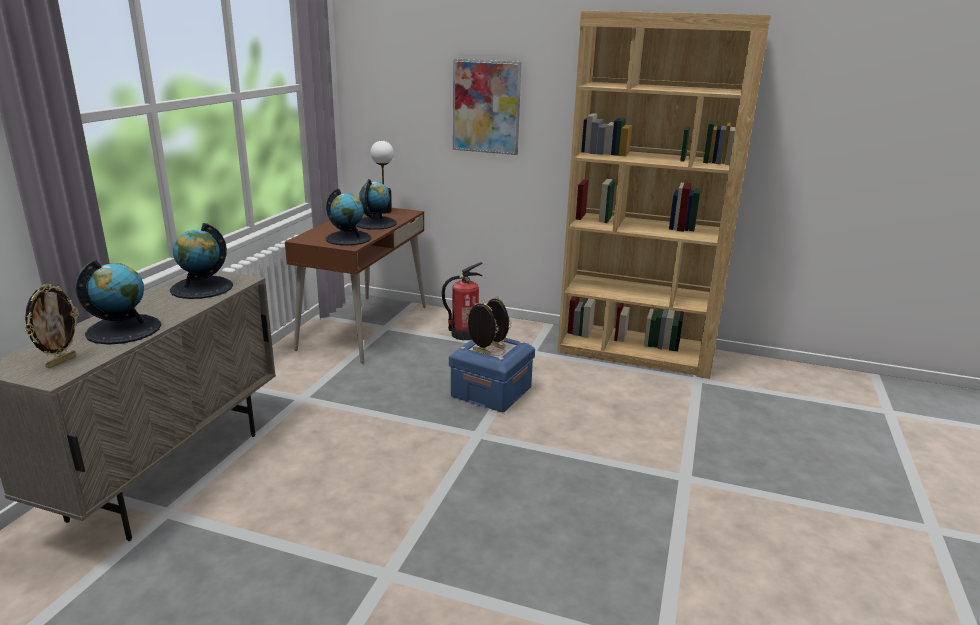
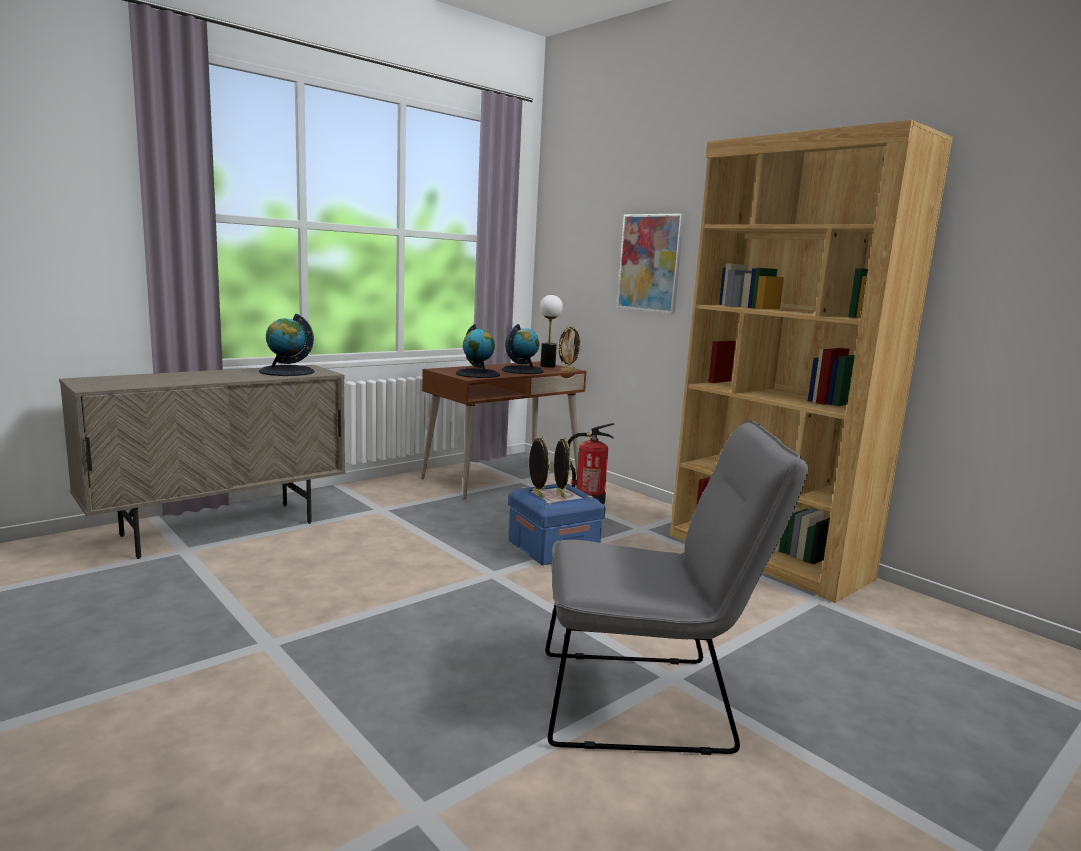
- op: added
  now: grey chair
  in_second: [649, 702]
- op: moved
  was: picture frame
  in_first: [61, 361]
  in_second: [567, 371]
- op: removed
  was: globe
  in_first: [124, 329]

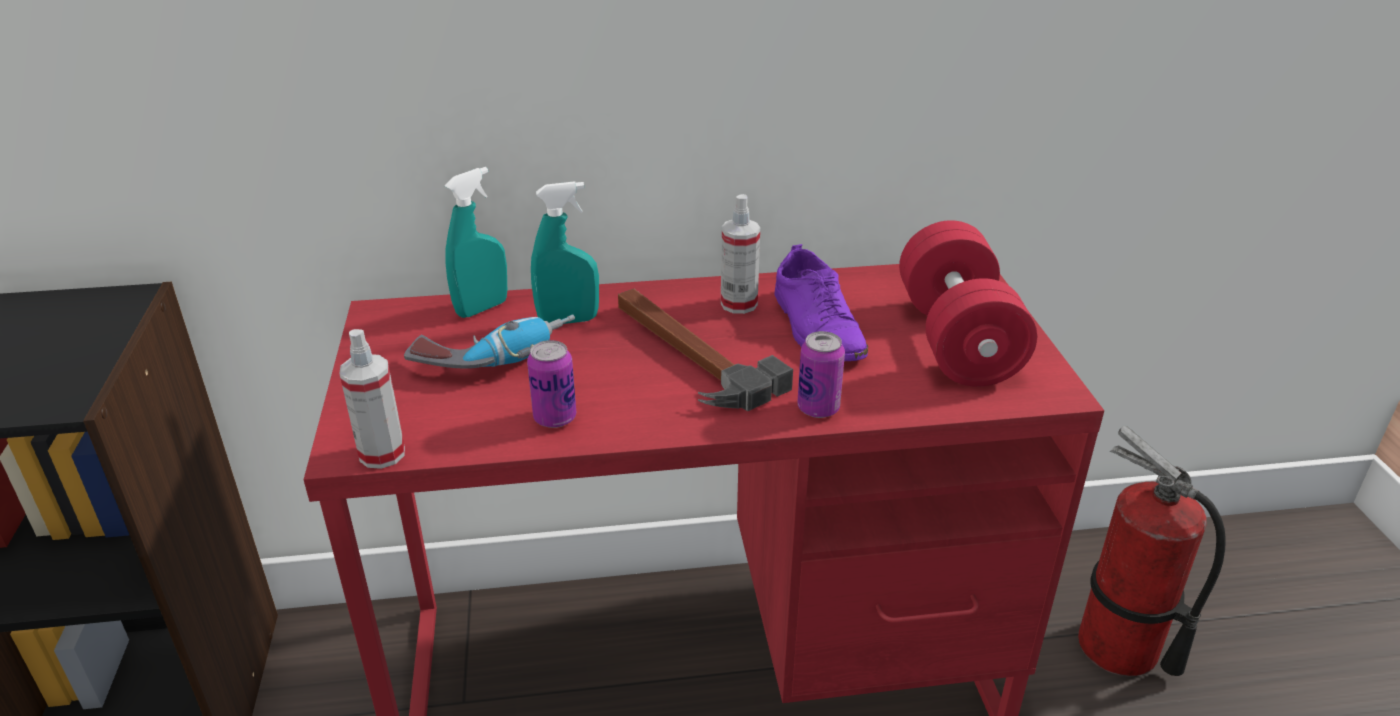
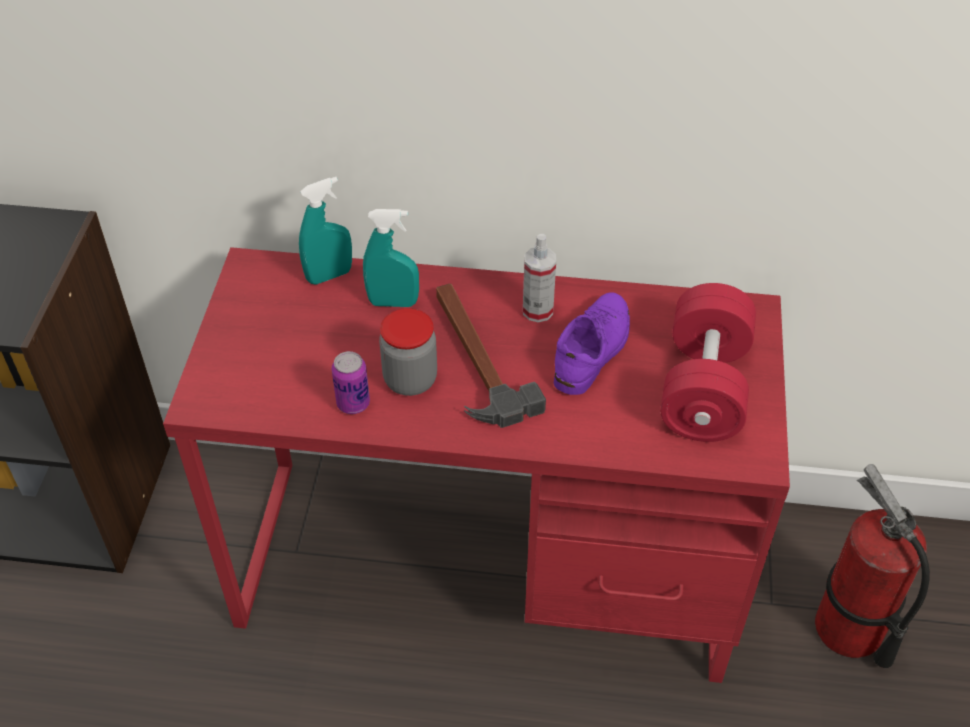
- op: added
  now: jar
  in_second: [410, 380]
- op: turned
  was: purple shoe
  in_first: [817, 326]
  in_second: [592, 349]
  clockwise: -150
- op: removed
  was: spray bottle
  in_first: [382, 454]
- op: removed
  was: power drill
  in_first: [495, 356]
- op: removed
  was: can
  in_first: [818, 408]

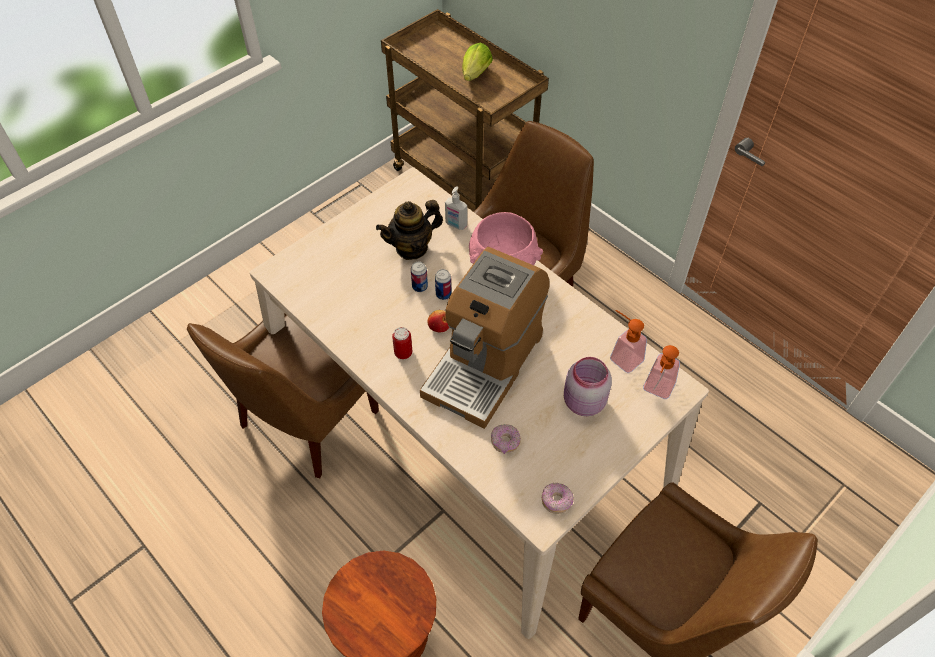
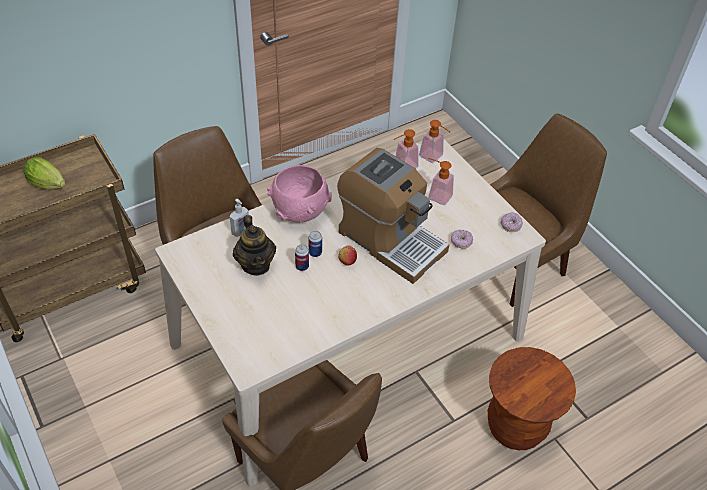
- op: replaced
  was: pink jar
  now: soap dispenser
  in_first: [582, 402]
  in_second: [436, 195]
- op: removed
  was: can
  in_first: [403, 353]

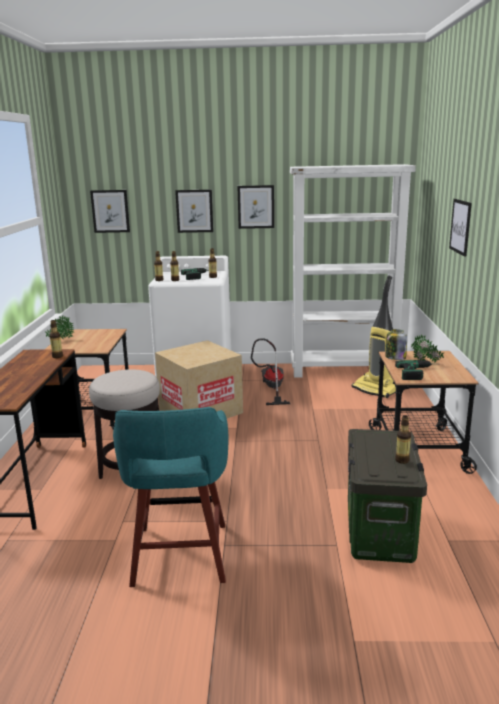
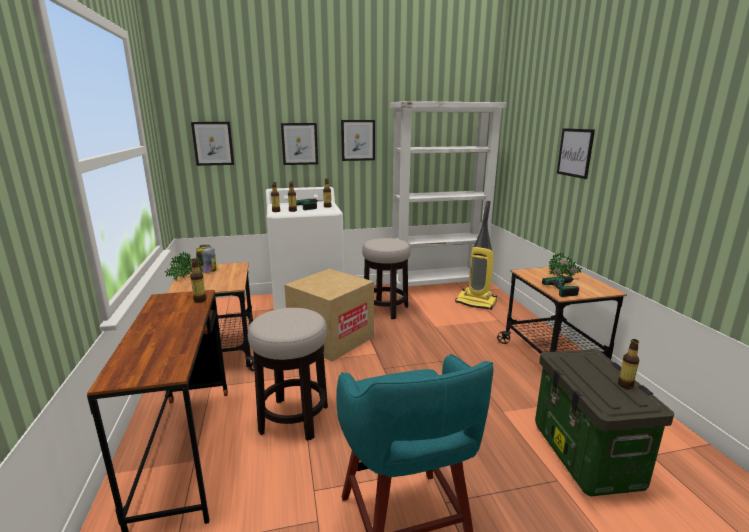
- op: moved
  was: jar
  in_first: [395, 358]
  in_second: [207, 270]
- op: replaced
  was: vacuum cleaner
  now: stool
  in_first: [271, 388]
  in_second: [385, 309]

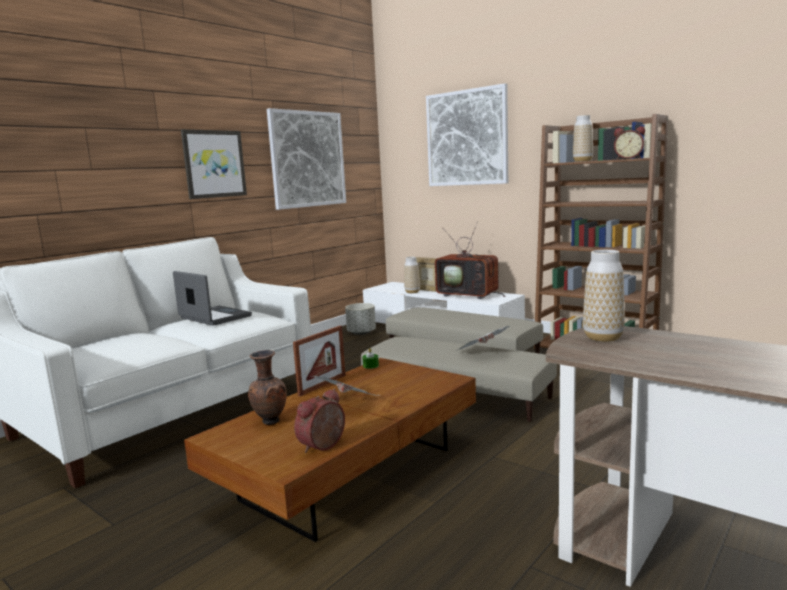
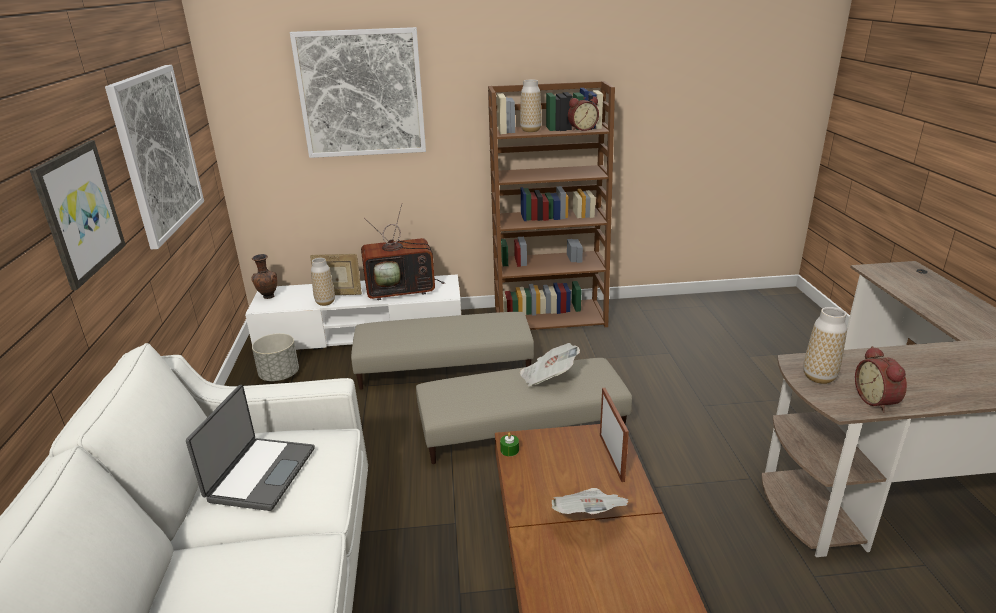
- op: turned
  was: laptop
  in_first: [213, 317]
  in_second: [260, 474]
  clockwise: 105
- op: moved
  was: brown vase
  in_first: [269, 422]
  in_second: [268, 297]
- op: moved
  was: picture frame
  in_first: [322, 385]
  in_second: [611, 457]
- op: moved
  was: alarm clock
  in_first: [324, 446]
  in_second: [877, 400]

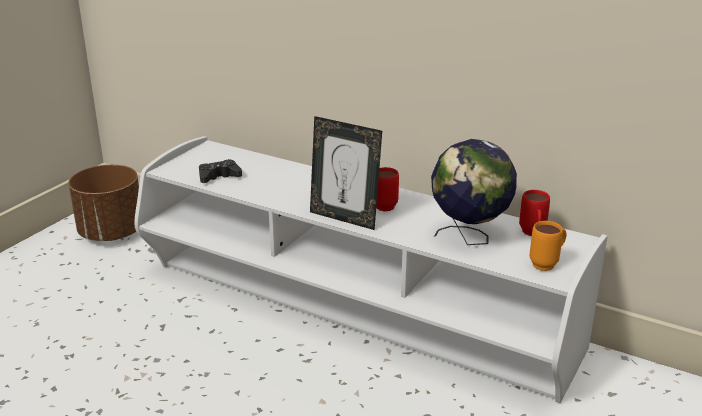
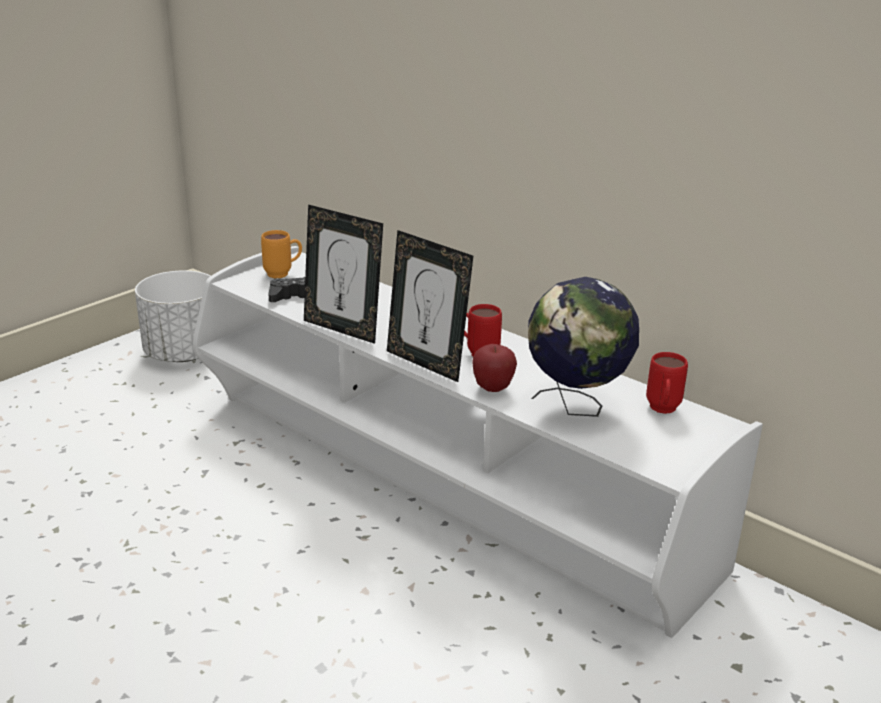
- op: recoloured
  was: brown planter
  now: white planter
  in_first: [111, 233]
  in_second: [183, 353]
- op: moved
  was: orange mug
  in_first: [547, 264]
  in_second: [283, 274]
- op: added
  now: picture frame
  in_second: [343, 329]
- op: added
  now: apple
  in_second: [493, 388]

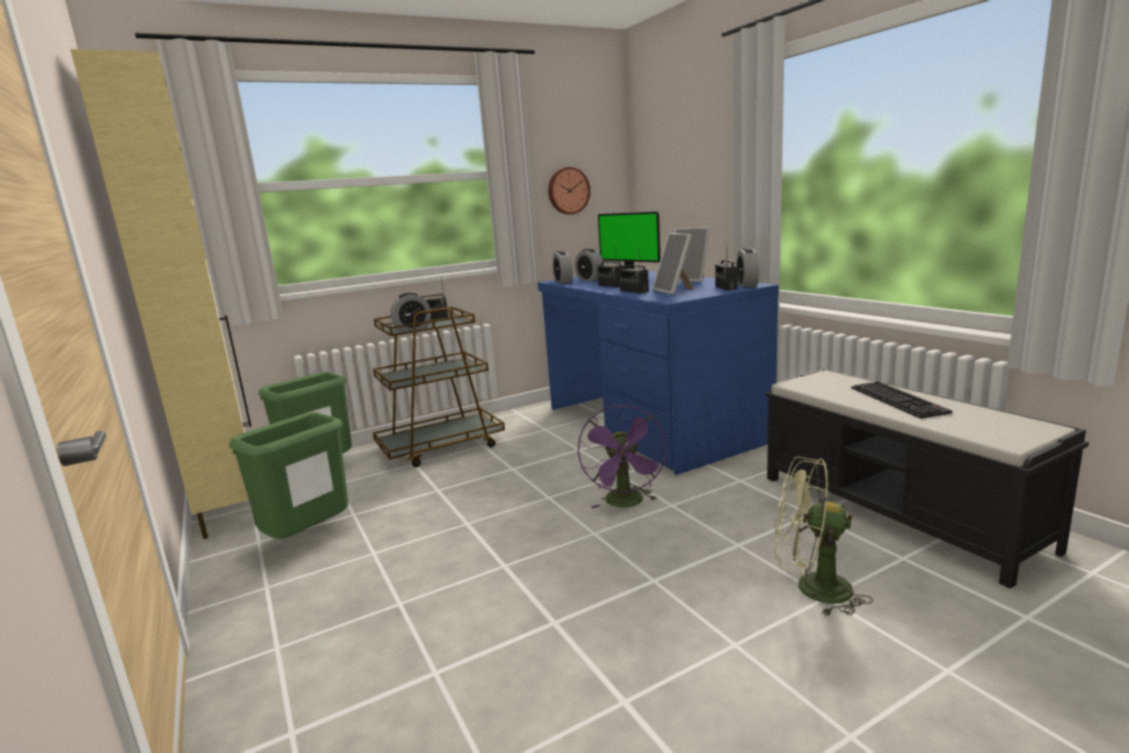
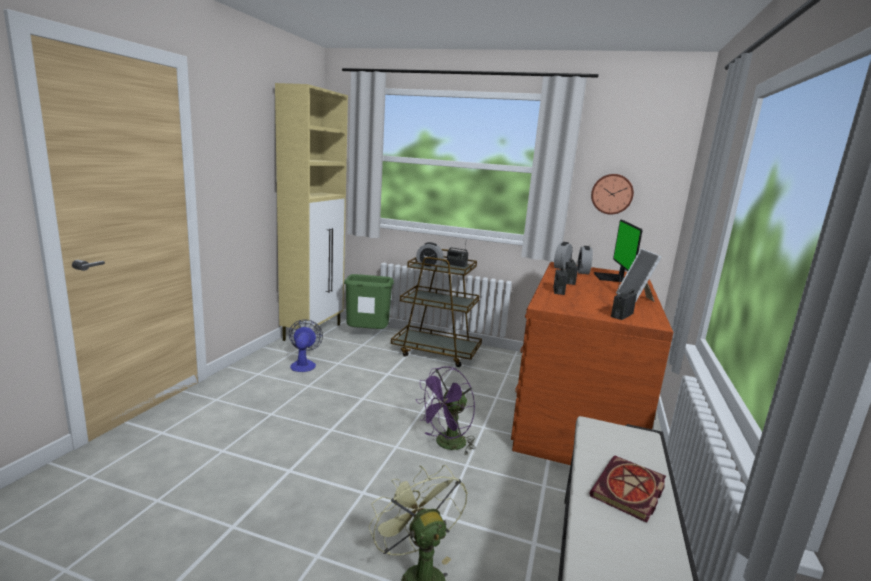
- op: replaced
  was: green trash can
  now: fan
  in_first: [309, 540]
  in_second: [303, 364]
- op: recoloured
  was: blue desk
  now: brown desk
  in_first: [650, 424]
  in_second: [576, 410]
- op: replaced
  was: keyboard
  now: book
  in_first: [900, 400]
  in_second: [629, 491]
- op: removed
  was: picture frame
  in_first: [674, 290]
- op: removed
  was: alarm clock
  in_first: [747, 285]

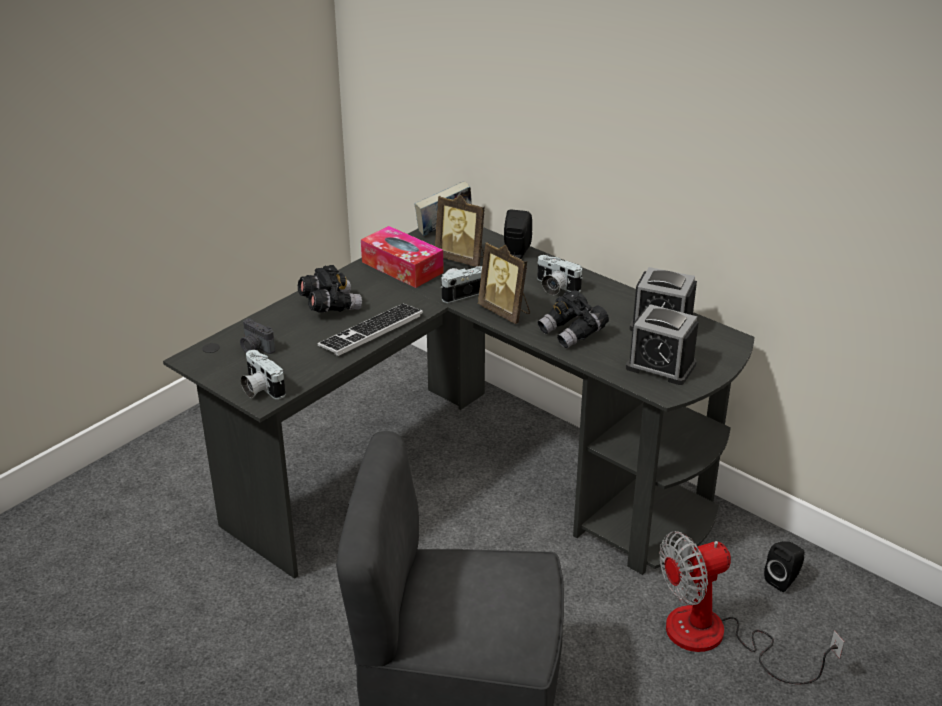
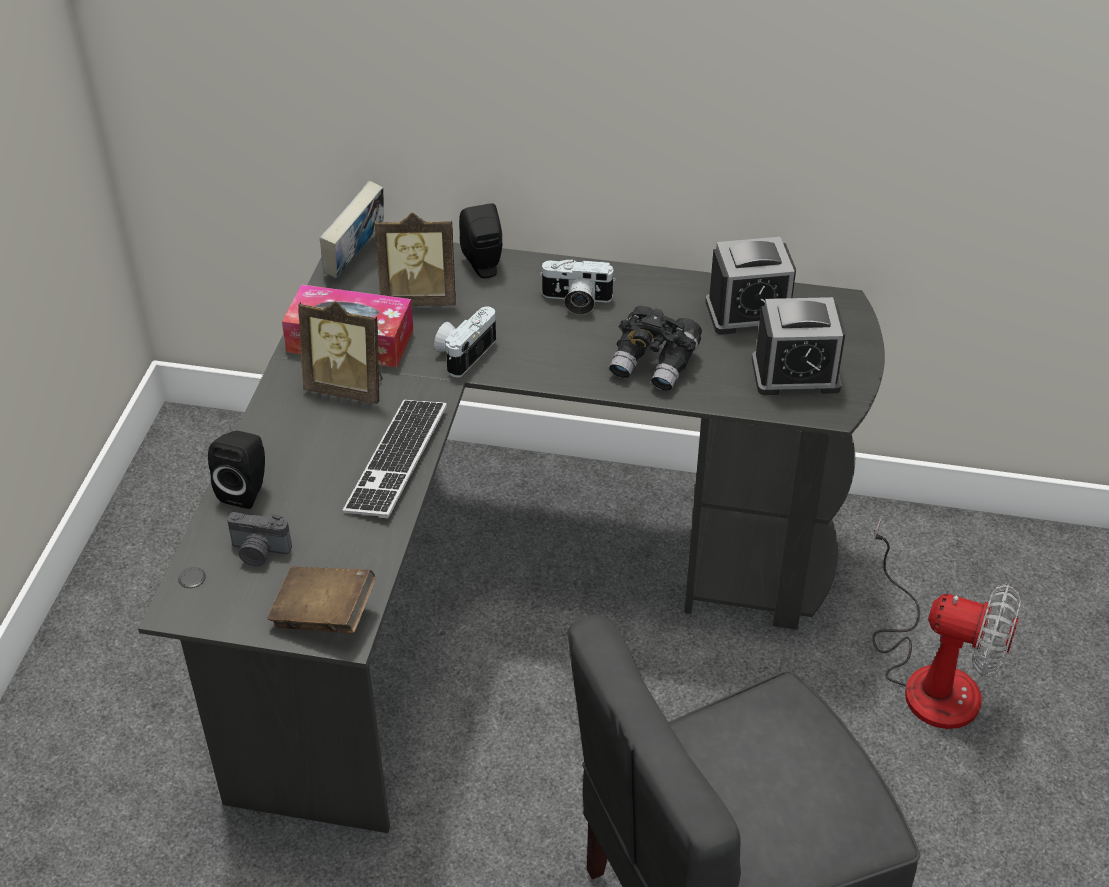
- op: moved
  was: black speaker
  in_first: [783, 580]
  in_second: [246, 490]
- op: replaced
  was: photo camera
  now: brown book
  in_first: [260, 389]
  in_second: [324, 616]
- op: moved
  was: picture frame
  in_first: [506, 312]
  in_second: [348, 388]
- op: turned
  was: fan
  in_first: [716, 638]
  in_second: [930, 675]
  clockwise: -105
- op: removed
  was: black binoculars
  in_first: [329, 306]

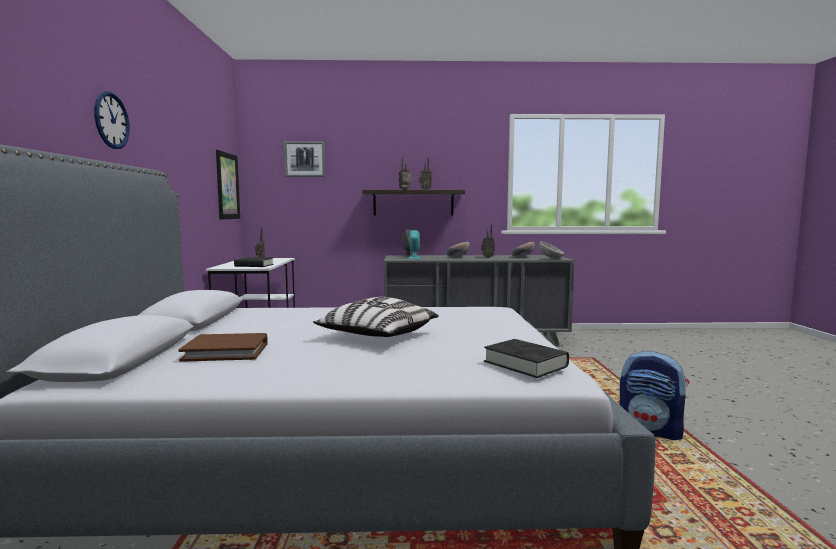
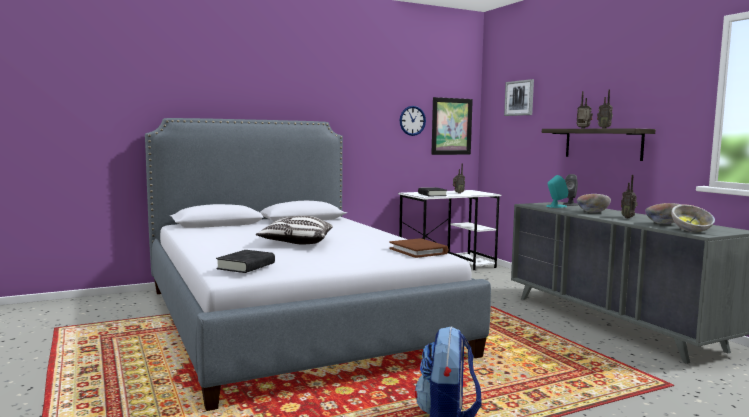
- op: moved
  was: brown book
  in_first: [226, 351]
  in_second: [418, 251]
- op: moved
  was: wall clock
  in_first: [111, 120]
  in_second: [412, 120]

